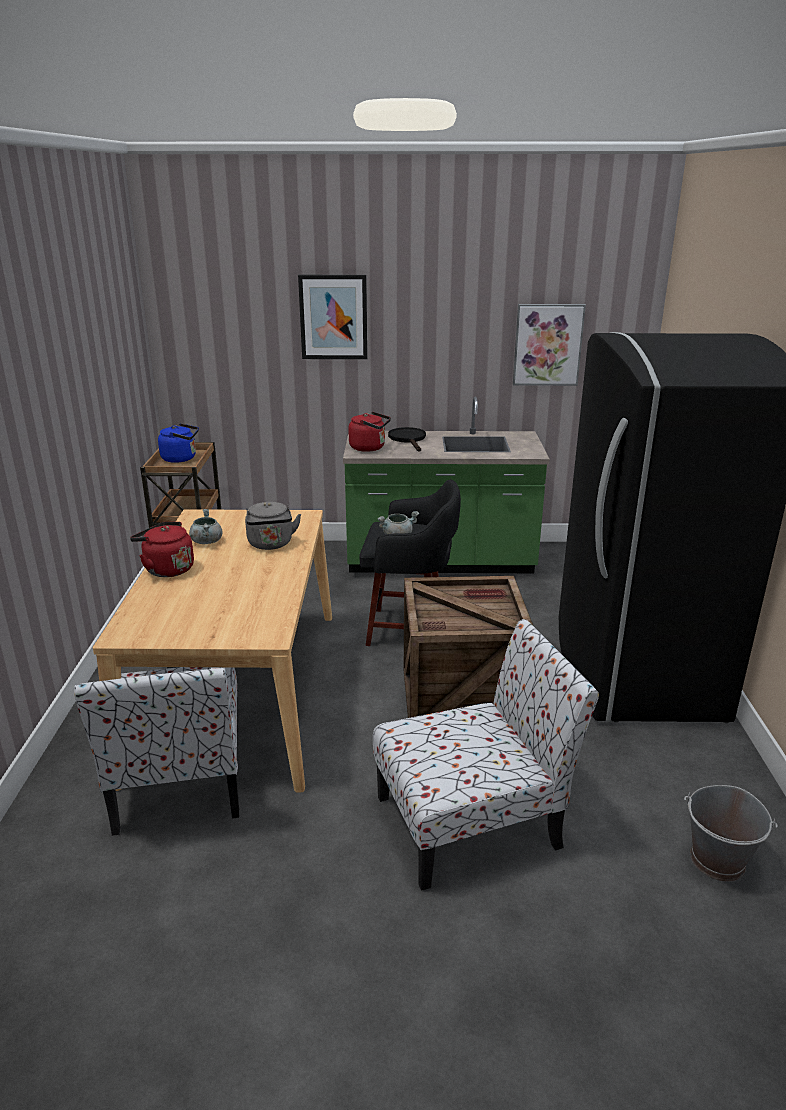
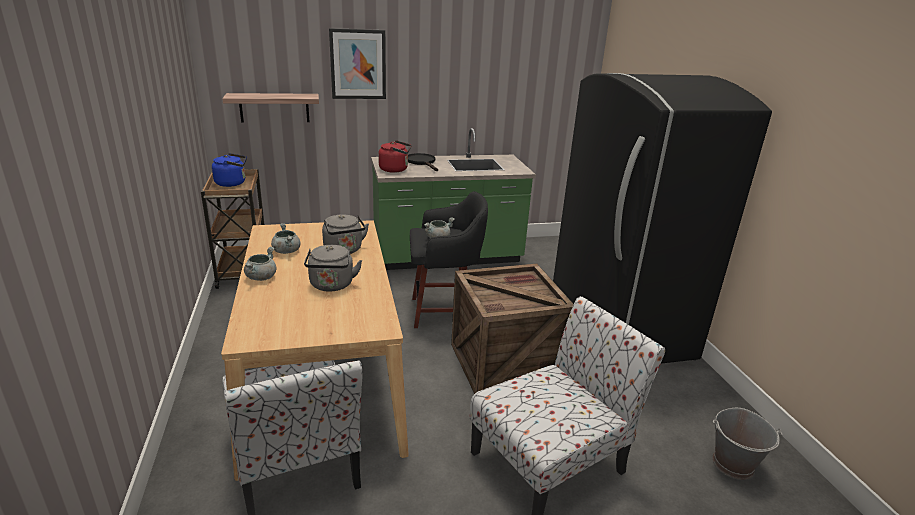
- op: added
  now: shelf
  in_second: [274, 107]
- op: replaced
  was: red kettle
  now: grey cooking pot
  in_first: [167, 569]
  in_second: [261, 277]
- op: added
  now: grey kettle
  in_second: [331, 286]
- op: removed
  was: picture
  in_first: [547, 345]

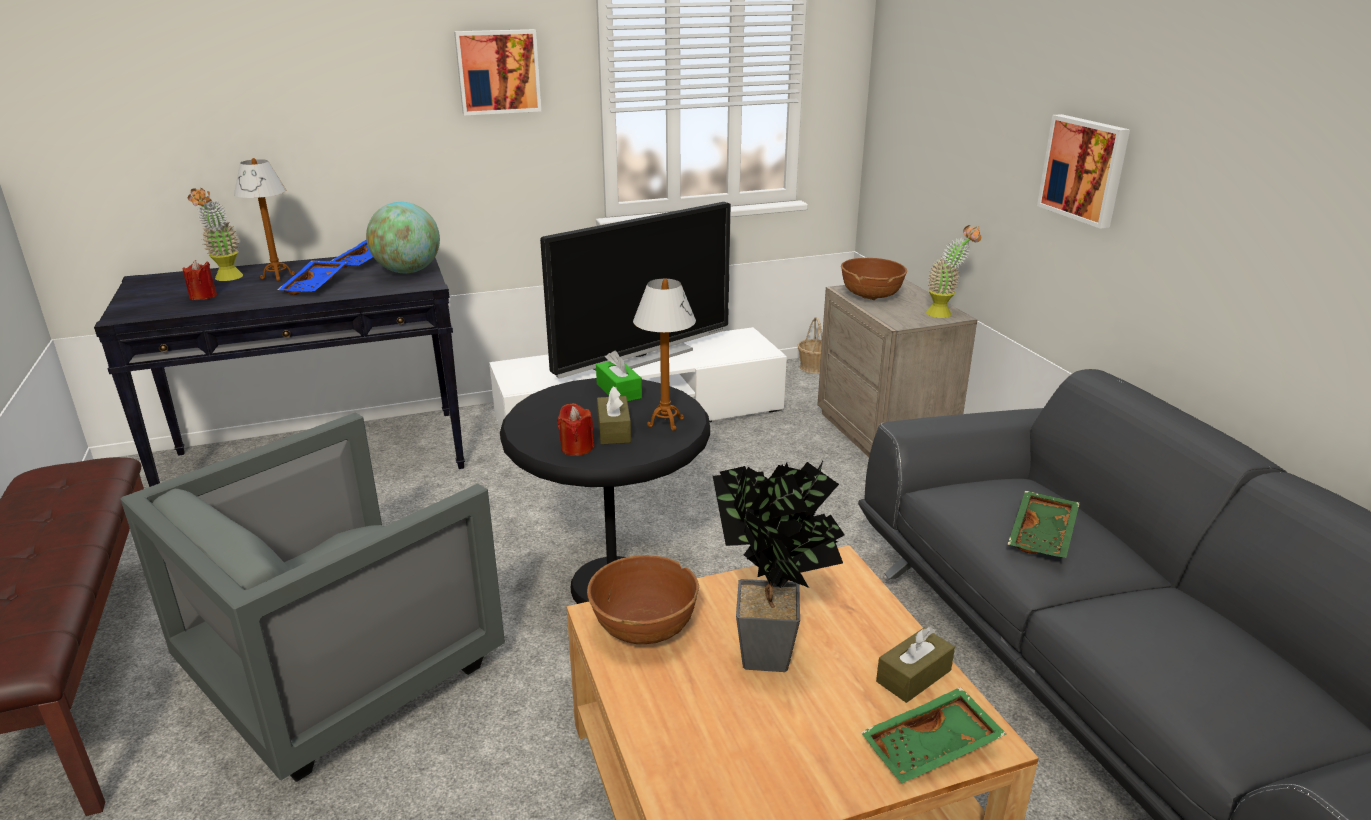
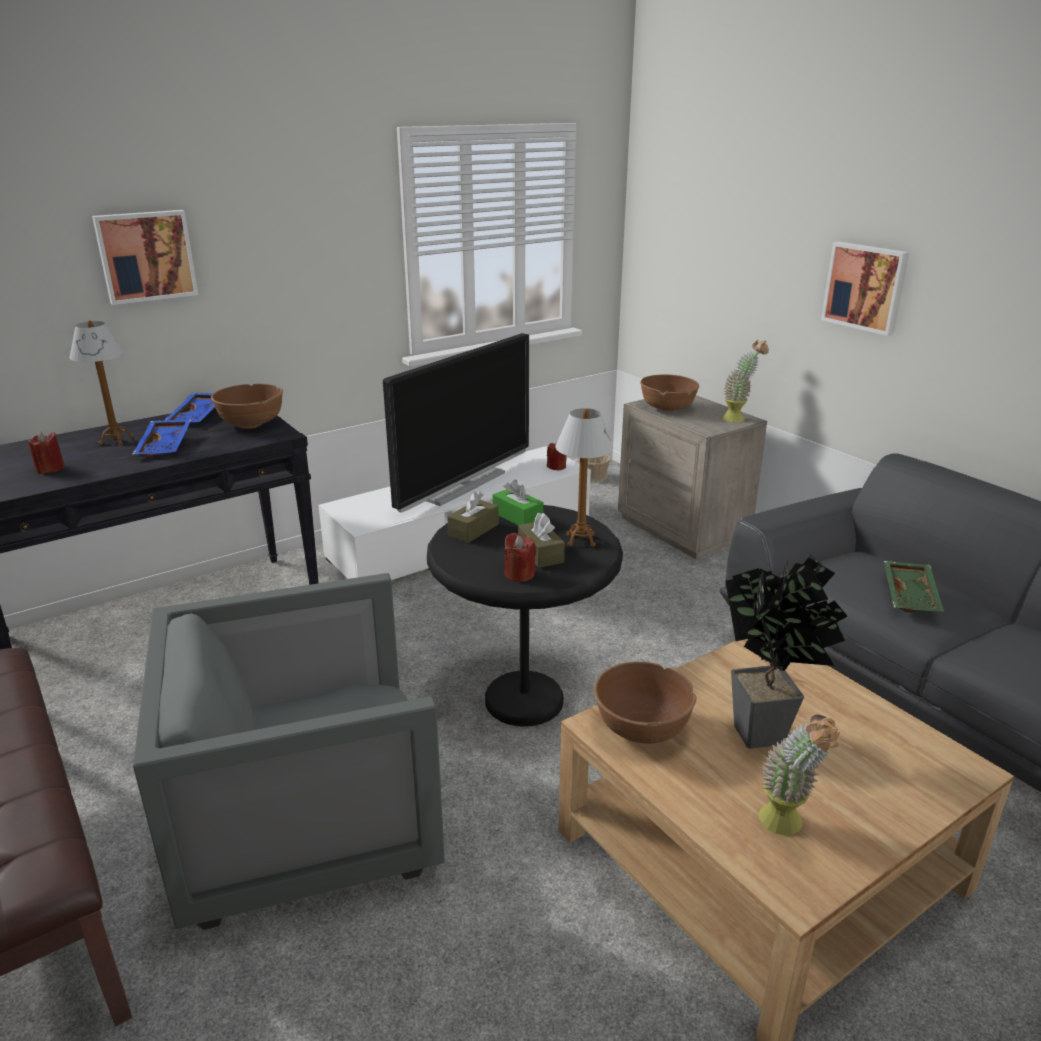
- op: moved
  was: picture
  in_first: [498, 71]
  in_second: [146, 256]
- op: turned
  was: grey armchair
  in_first: [345, 668]
  in_second: [310, 822]
  clockwise: 45
- op: replaced
  was: globe
  now: brown bowl
  in_first: [408, 271]
  in_second: [251, 423]
- op: moved
  was: brown tissue box
  in_first: [913, 676]
  in_second: [473, 530]
- op: added
  now: red candle
  in_second: [556, 467]
- op: moved
  was: potted plant
  in_first: [226, 279]
  in_second: [787, 827]
- op: removed
  was: green tray
  in_first: [932, 748]

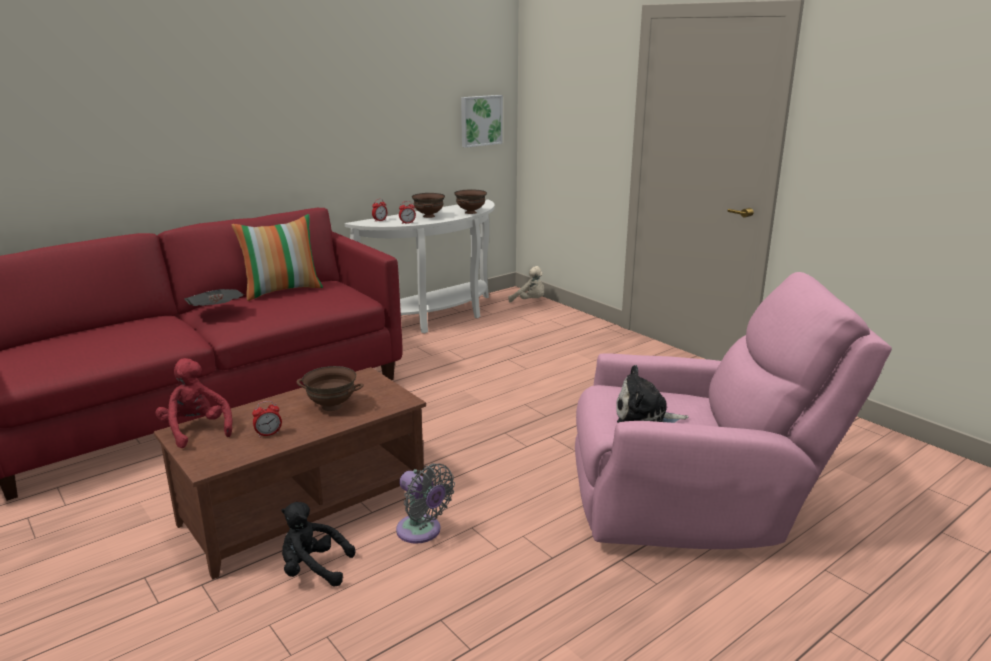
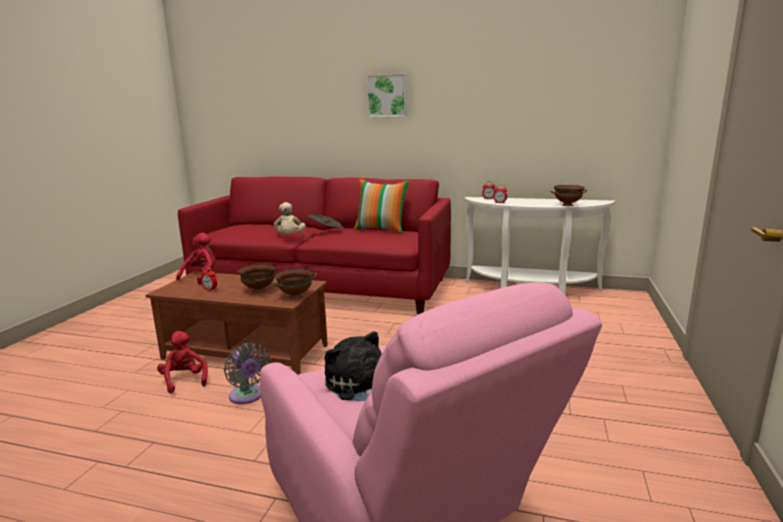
- op: recoloured
  was: black plush toy
  now: red plush toy
  in_first: [313, 569]
  in_second: [184, 380]
- op: turned
  was: grey fan
  in_first: [422, 532]
  in_second: [247, 396]
  clockwise: -45
- op: moved
  was: brown bowl
  in_first: [428, 216]
  in_second: [295, 296]
- op: moved
  was: beige plush toy
  in_first: [530, 301]
  in_second: [290, 237]
- op: moved
  was: picture
  in_first: [480, 120]
  in_second: [387, 96]

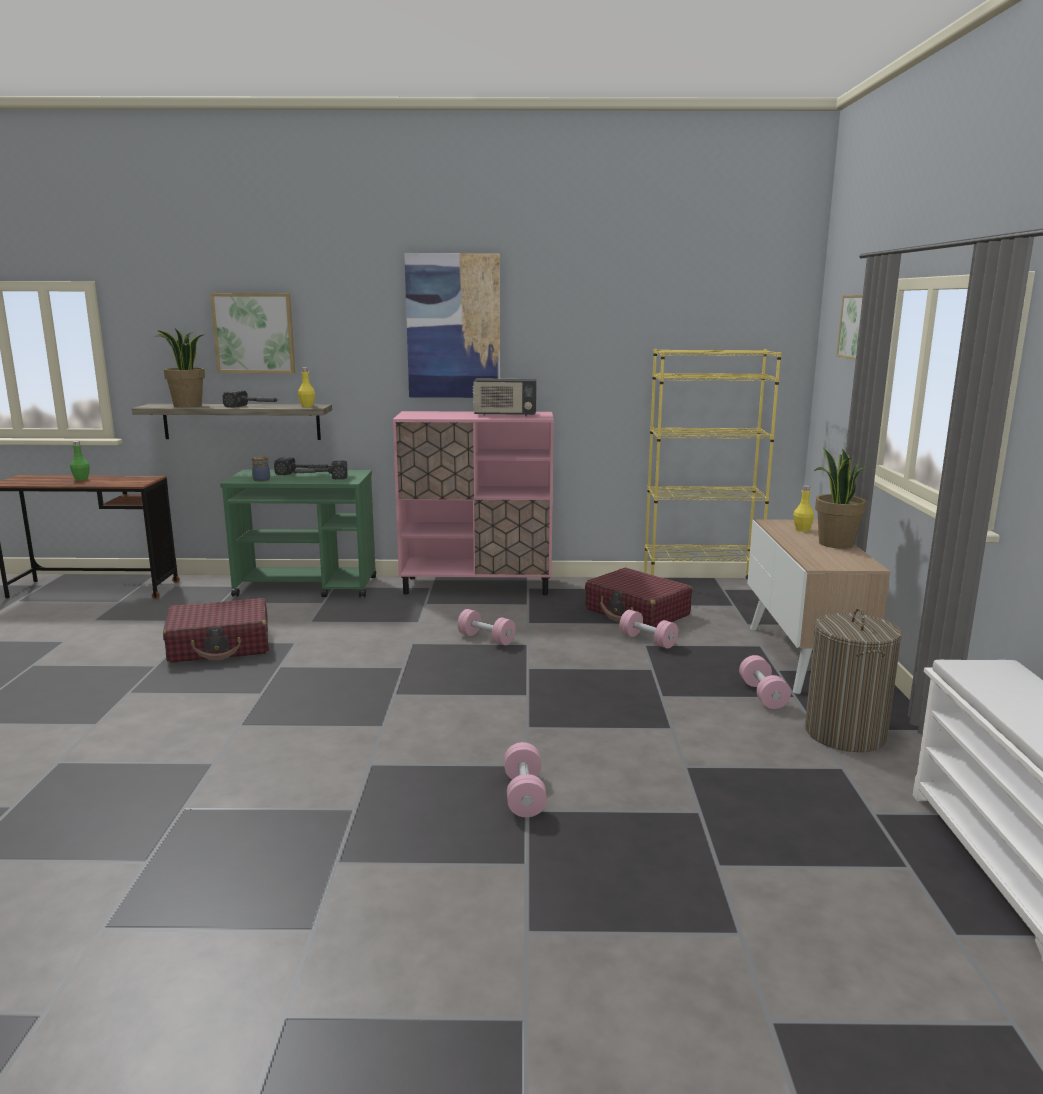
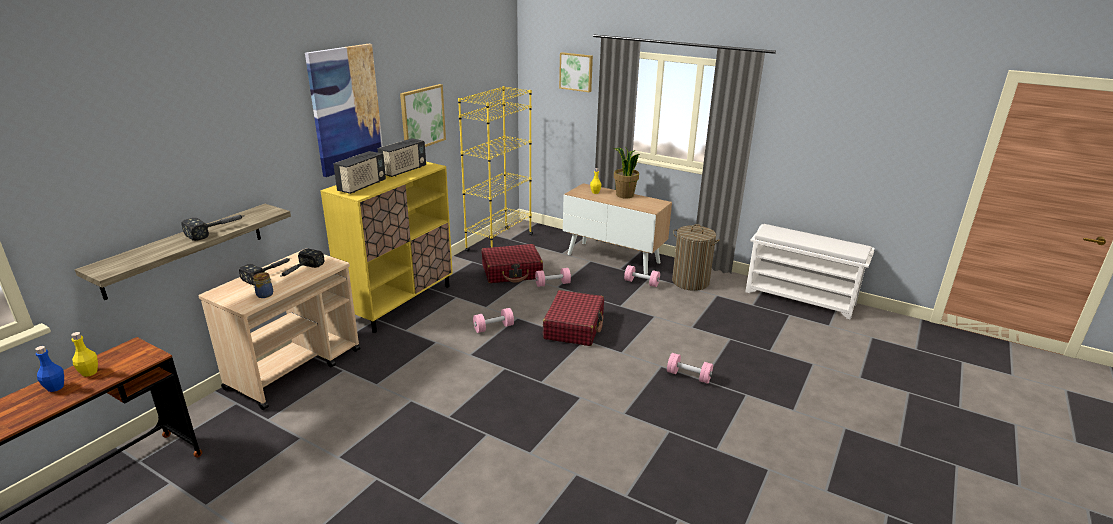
- op: recoloured
  was: green bottle
  now: blue bottle
  in_first: [81, 479]
  in_second: [55, 387]
- op: moved
  was: yellow bottle
  in_first: [307, 406]
  in_second: [89, 372]
- op: recoloured
  was: green cart
  now: beige cart
  in_first: [307, 587]
  in_second: [295, 368]
- op: recoloured
  was: pink cabinet
  now: yellow cabinet
  in_first: [477, 586]
  in_second: [400, 302]
- op: added
  now: radio
  in_second: [362, 186]
- op: moved
  was: picture
  in_first: [254, 333]
  in_second: [422, 117]
- op: moved
  was: red suitcase
  in_first: [220, 645]
  in_second: [574, 327]
- op: removed
  was: potted plant
  in_first: [187, 406]

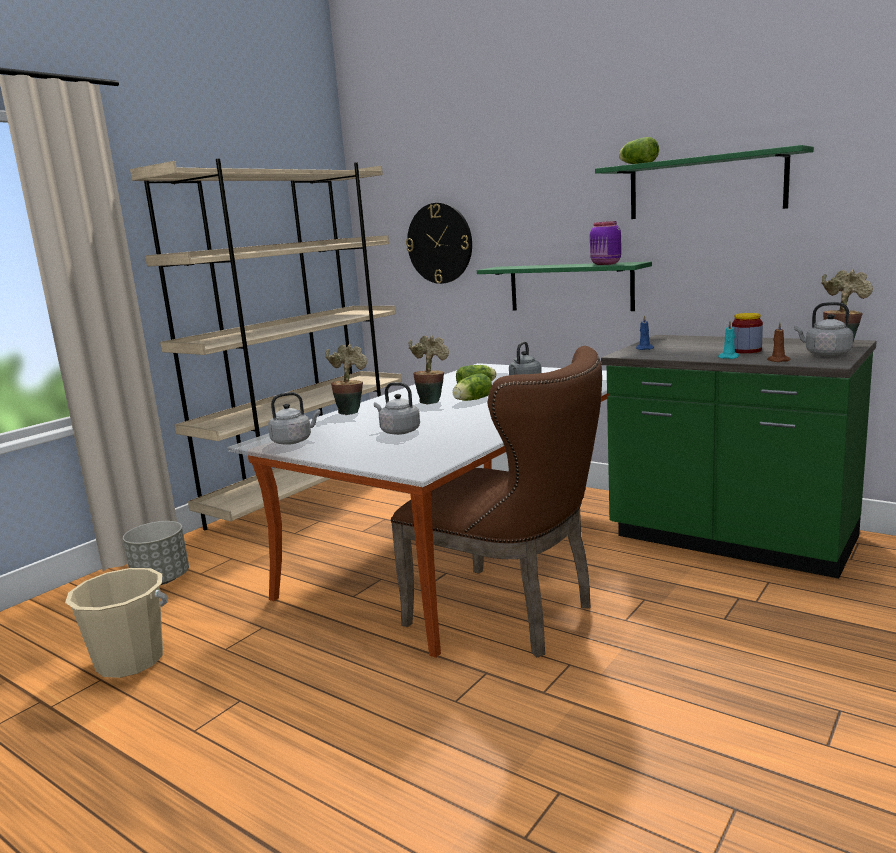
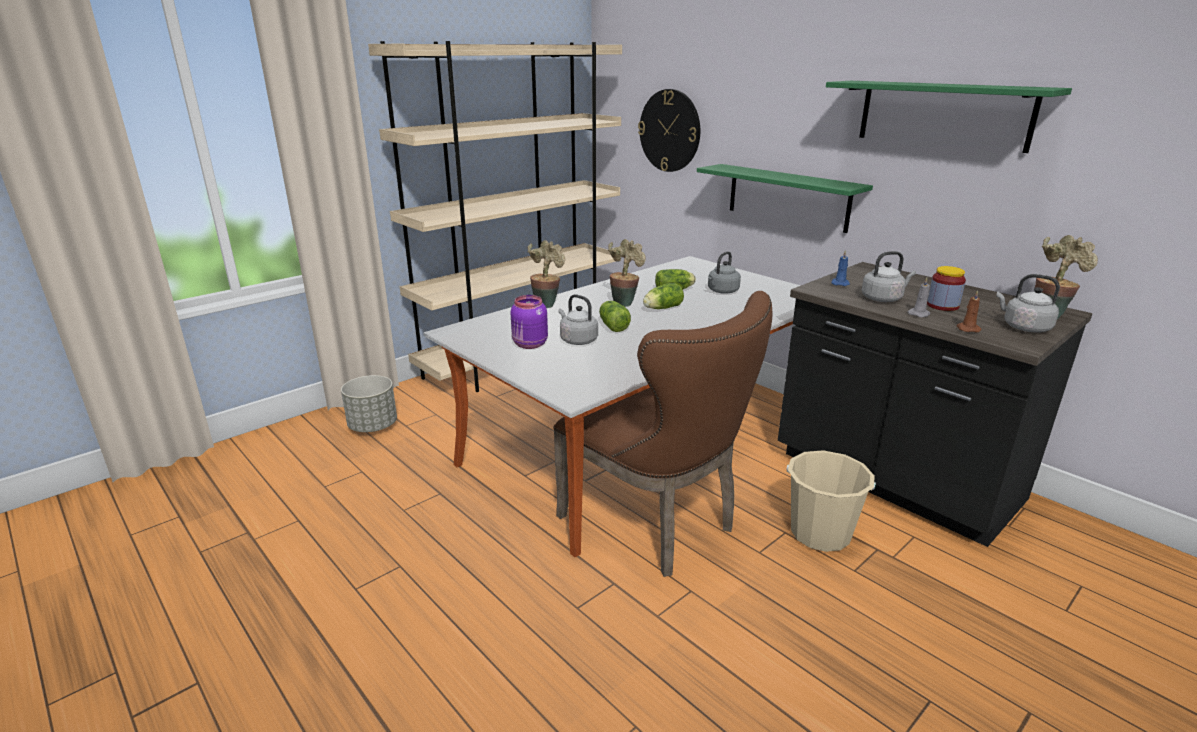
- op: moved
  was: purple jar
  in_first: [605, 264]
  in_second: [529, 345]
- op: moved
  was: lettuce
  in_first: [637, 164]
  in_second: [612, 325]
- op: recoloured
  was: green counter
  now: black counter
  in_first: [731, 540]
  in_second: [894, 480]
- op: moved
  was: beige bucket
  in_first: [130, 661]
  in_second: [820, 534]
- op: moved
  was: grey kettle
  in_first: [294, 441]
  in_second: [883, 298]
- op: recoloured
  was: turquoise candle
  now: grey candle
  in_first: [729, 357]
  in_second: [919, 314]

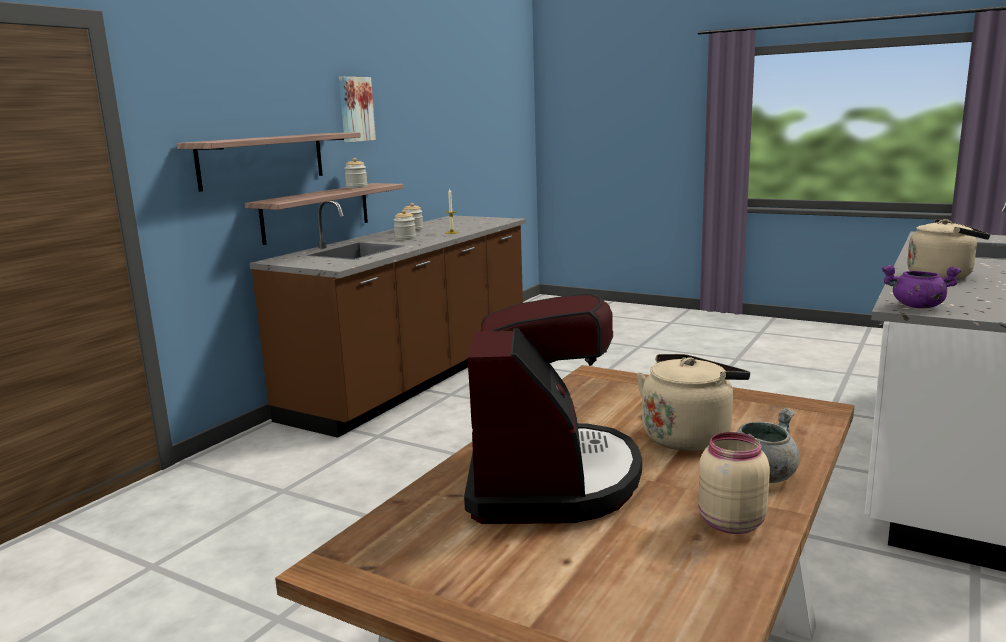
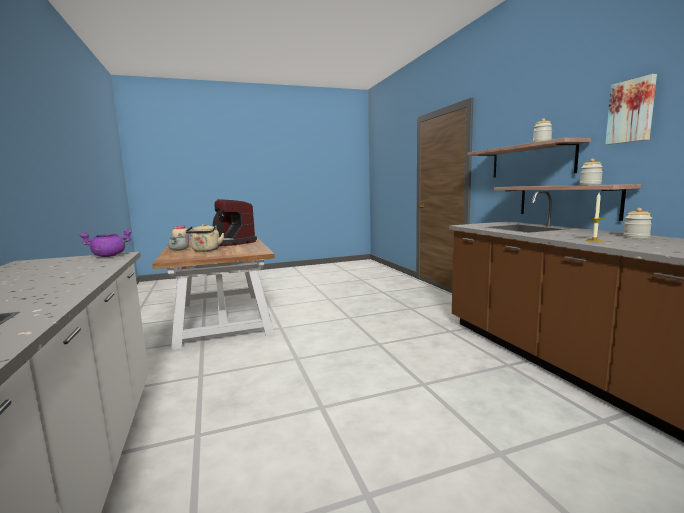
- op: moved
  was: jar
  in_first: [405, 238]
  in_second: [542, 142]
- op: removed
  was: beige kettle
  in_first: [943, 276]

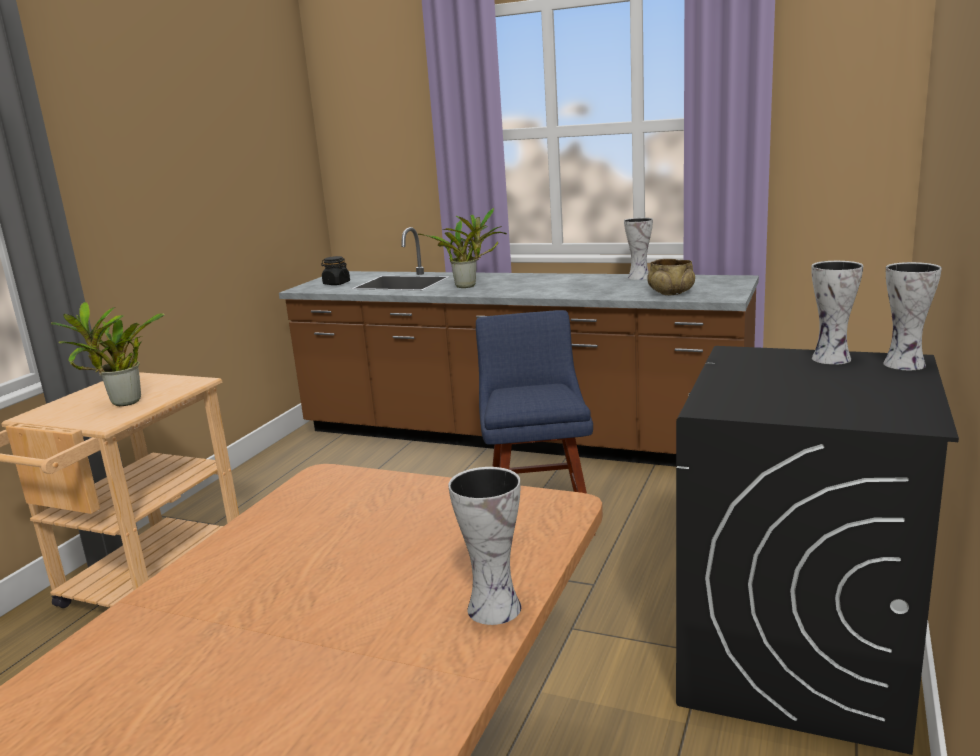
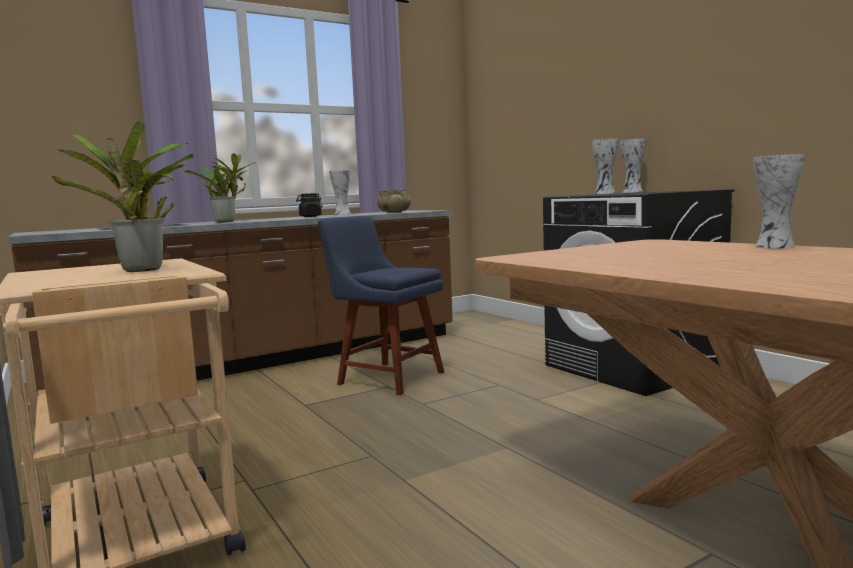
- op: moved
  was: black jar
  in_first: [336, 283]
  in_second: [310, 216]

